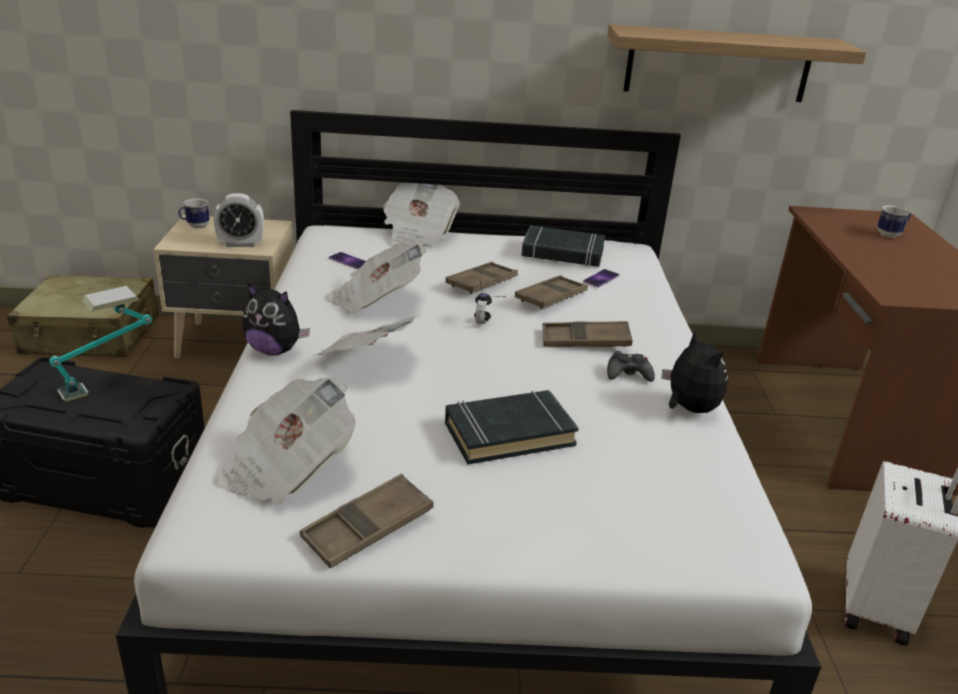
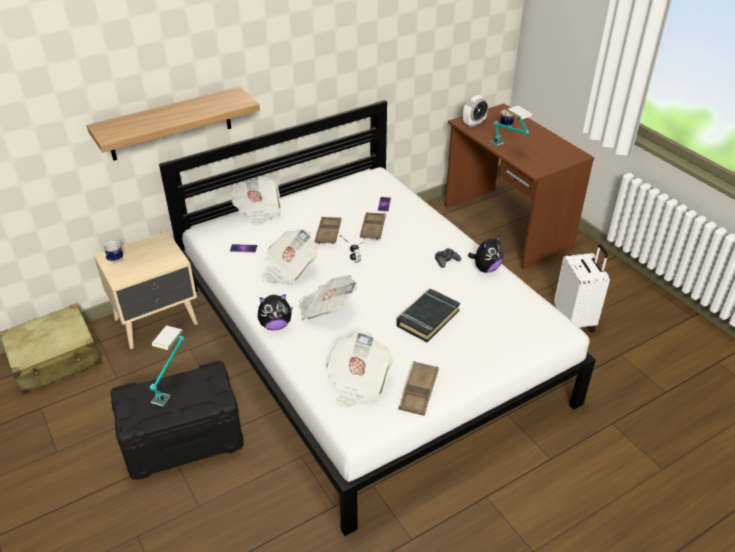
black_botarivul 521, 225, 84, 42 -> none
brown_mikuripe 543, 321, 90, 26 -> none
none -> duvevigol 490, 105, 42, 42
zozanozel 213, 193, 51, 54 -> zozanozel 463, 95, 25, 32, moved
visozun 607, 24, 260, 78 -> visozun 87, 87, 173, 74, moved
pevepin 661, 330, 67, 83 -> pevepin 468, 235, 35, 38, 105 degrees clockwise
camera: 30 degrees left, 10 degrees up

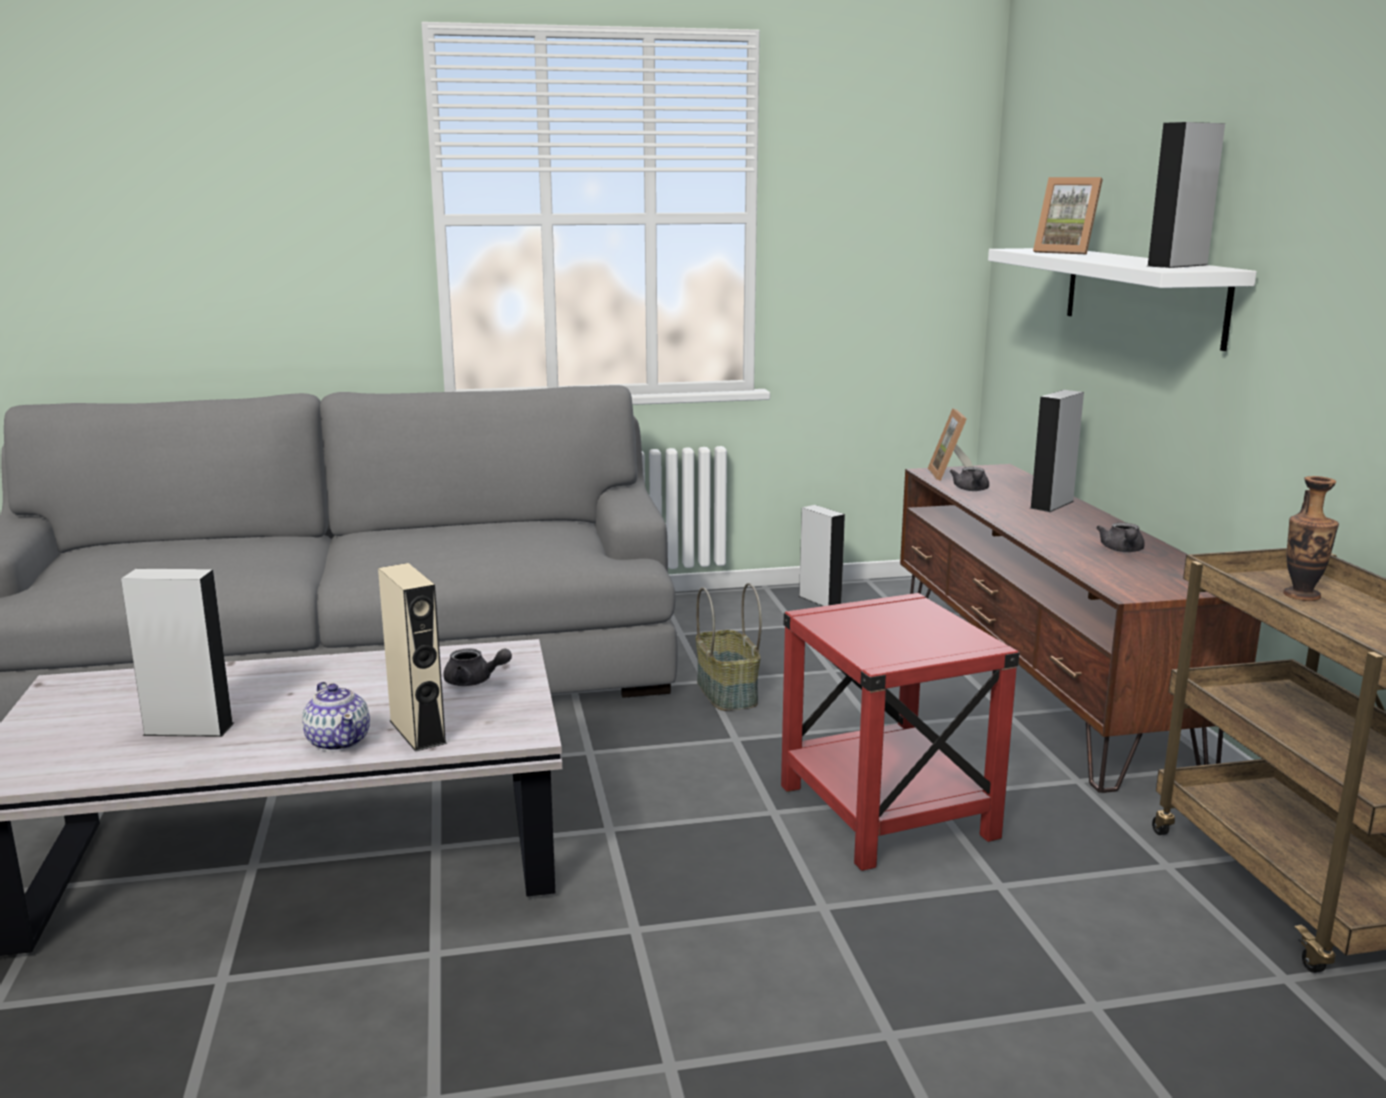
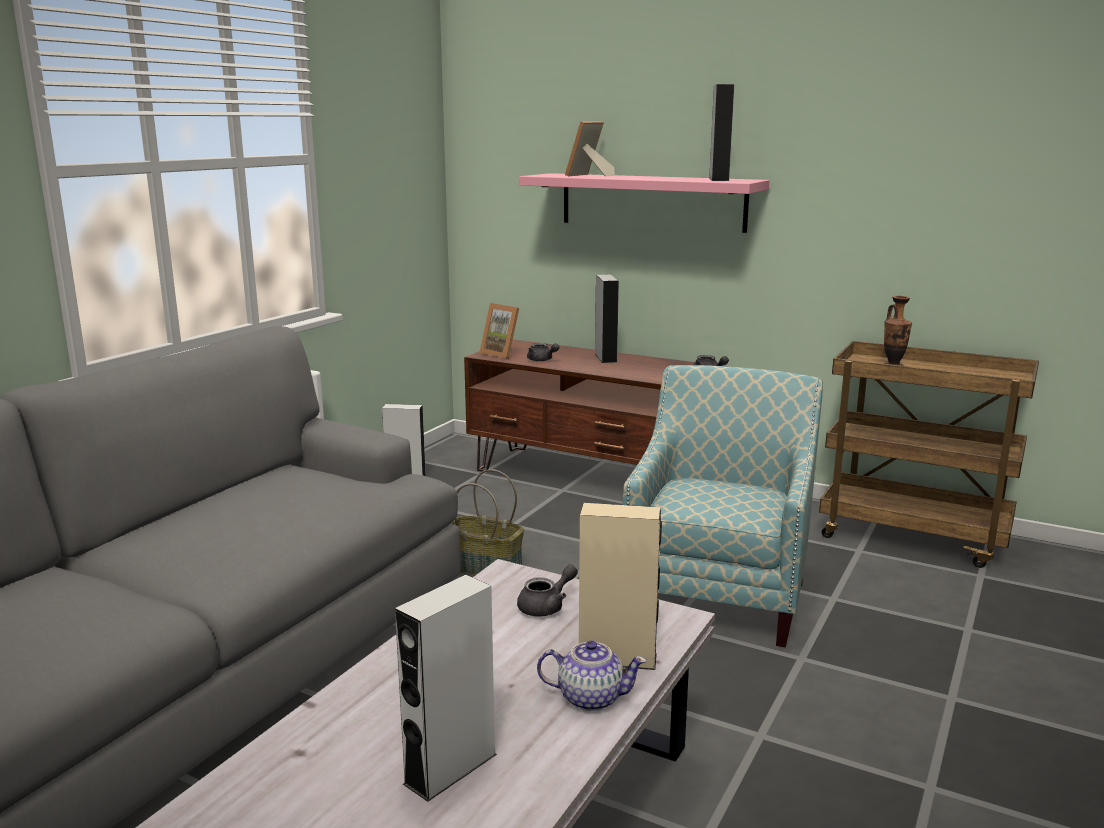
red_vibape 781, 593, 238, 278 -> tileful 623, 365, 200, 282
white_visozun 988, 248, 269, 103 -> pink_visozun 519, 173, 250, 60
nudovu 1033, 177, 70, 78 -> nudovu 565, 121, 50, 55, 135 degrees clockwise
camera: 50 degrees left, 0 degrees up

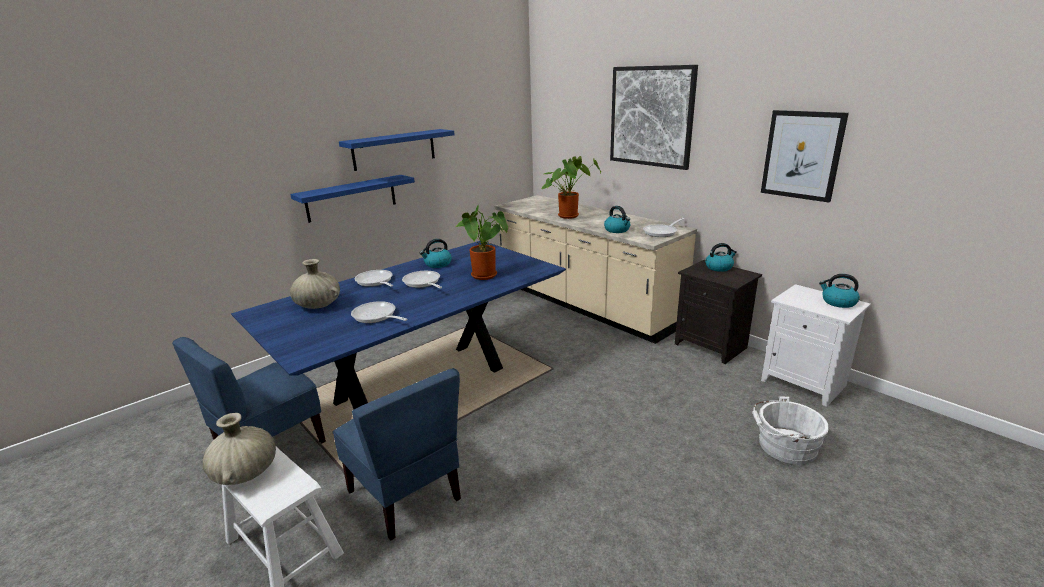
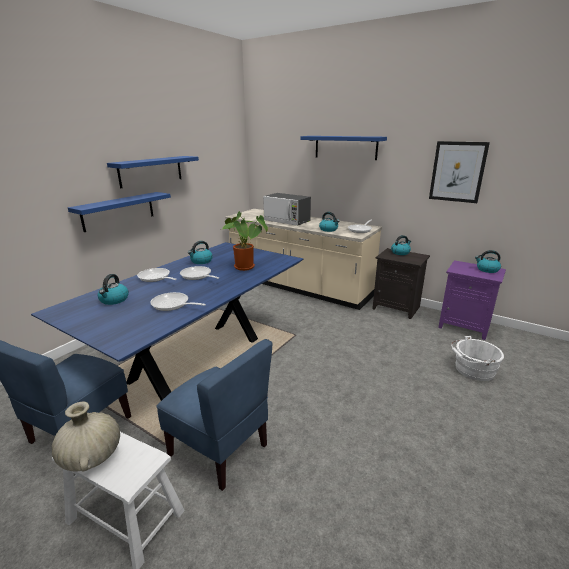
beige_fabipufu 290, 259, 50, 50 -> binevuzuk 98, 274, 31, 31
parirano 542, 156, 59, 63 -> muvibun 263, 193, 48, 33
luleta 610, 65, 88, 105 -> blue_visozun 301, 136, 86, 24
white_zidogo 761, 284, 110, 123 -> purple_zidogo 438, 260, 68, 80
camera: 15 degrees left, 0 degrees up

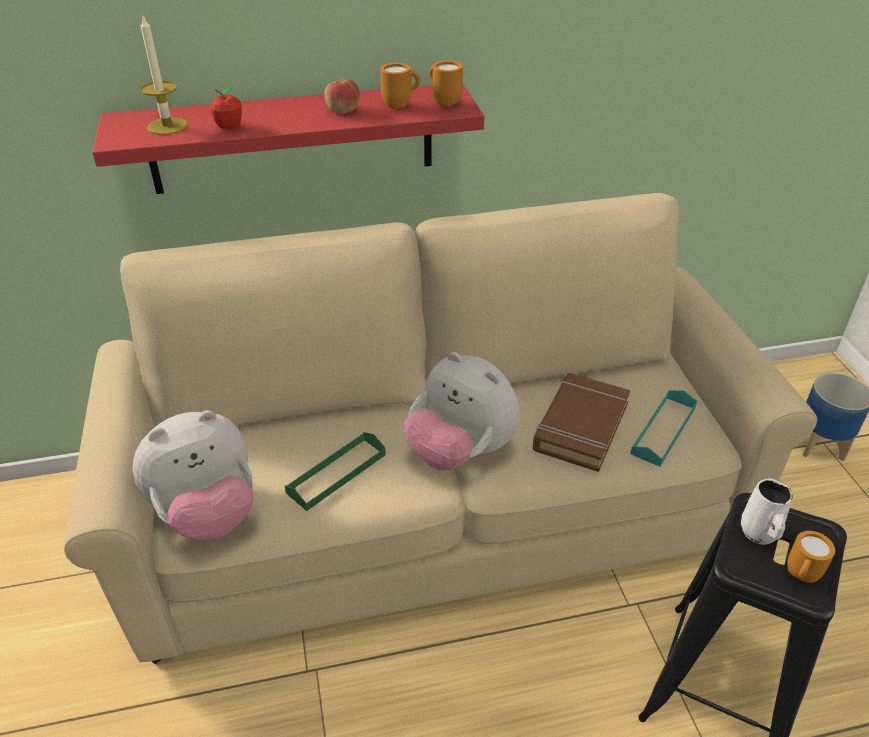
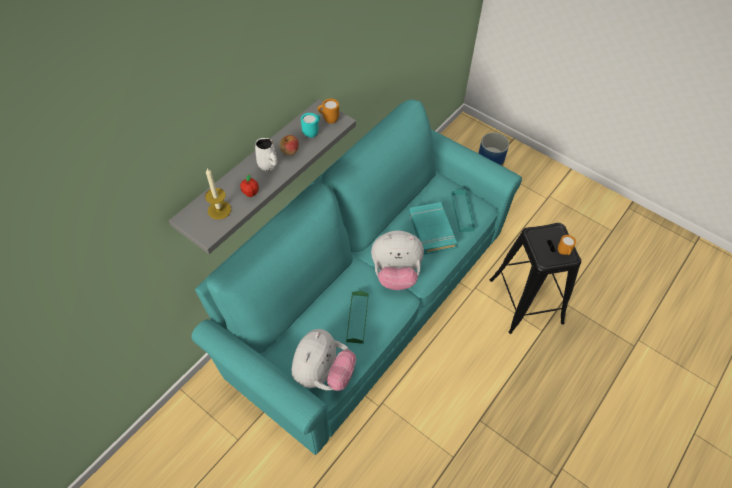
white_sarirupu 741, 479, 52, 66 -> white_sarirupu 255, 138, 22, 33, moved
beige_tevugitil 64, 193, 753, 472 -> turquoise_tevugitil 192, 99, 330, 356
red_visozun 92, 85, 392, 109 -> grey_visozun 169, 99, 187, 155
orange_sarirupu 380, 63, 40, 46 -> turquoise_sarirupu 301, 113, 19, 25
brown_botarivul 533, 373, 97, 99 -> turquoise_botarivul 409, 202, 48, 53
camera: 40 degrees left, 15 degrees up

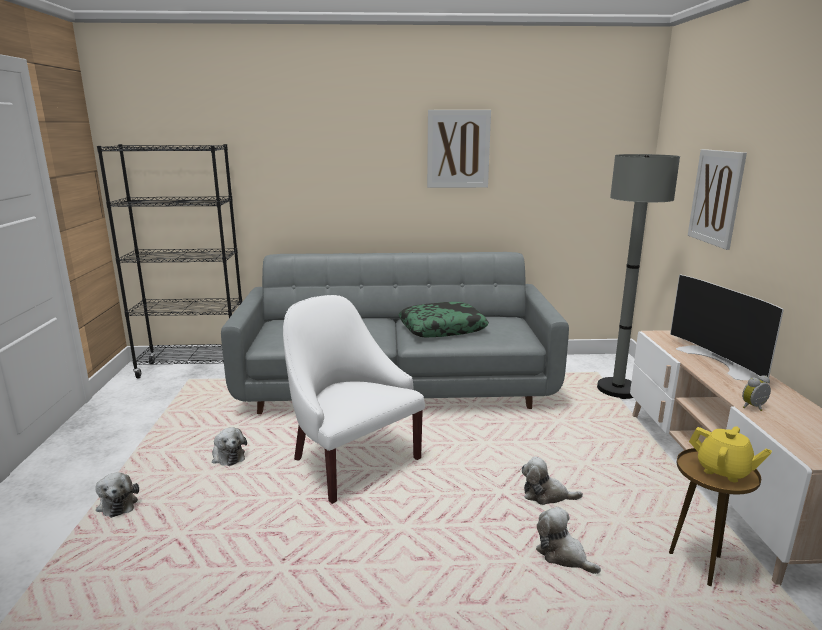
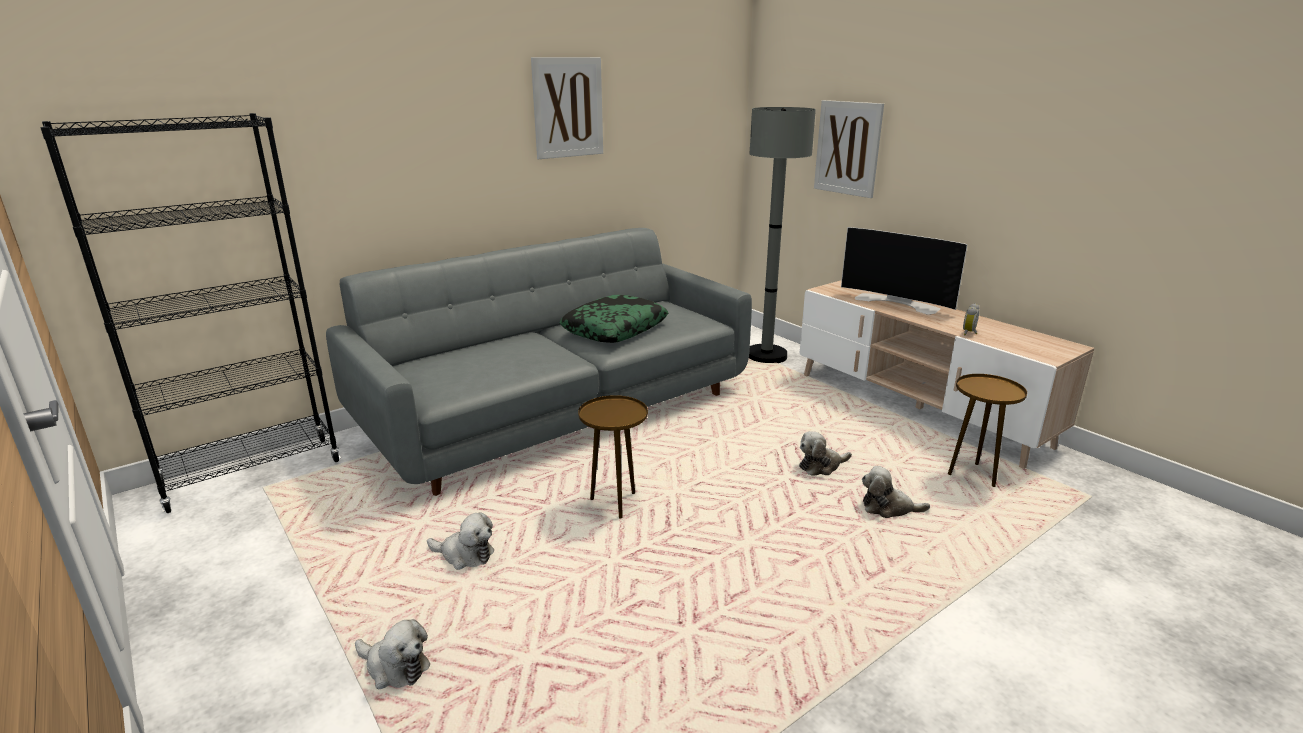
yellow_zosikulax 689, 426, 83, 57 -> none
white_tileful 283, 295, 142, 209 -> brown_vibape 578, 395, 70, 123
camera: 35 degrees left, 5 degrees up

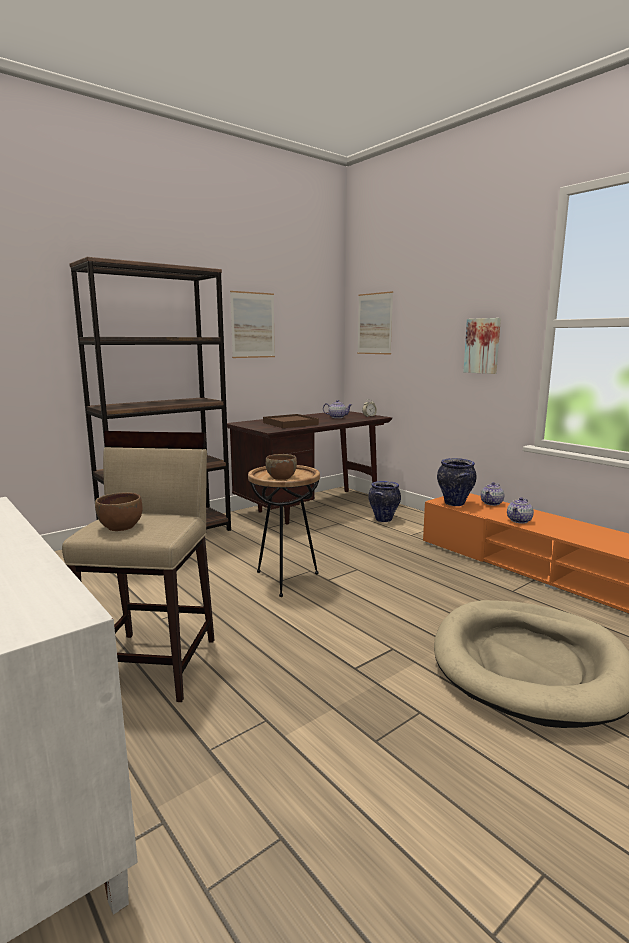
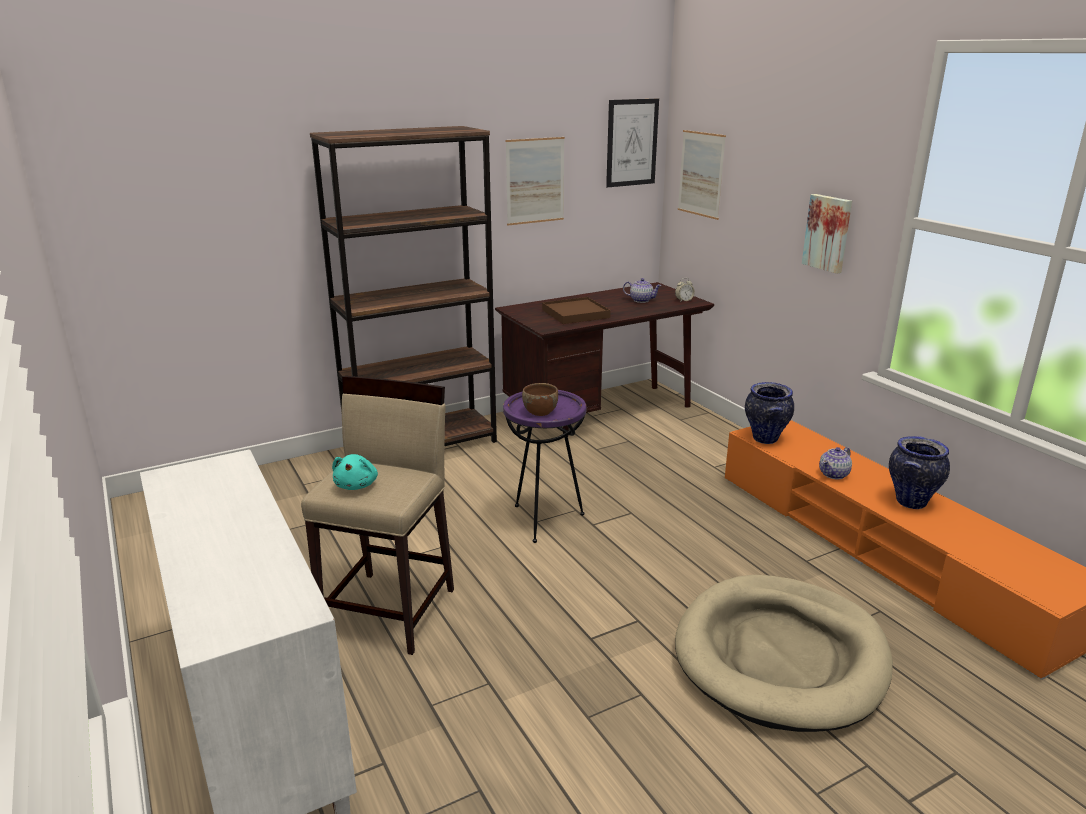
zosikulax 481, 482, 23, 24 -> none
none -> luleta 606, 99, 53, 88
fabipufu 368, 481, 33, 41 -> fabipufu 889, 436, 61, 73, moved
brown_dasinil 95, 492, 48, 39 -> turquoise_pevepin 332, 454, 46, 36
brown_vibape 248, 465, 72, 132 -> purple_vibape 503, 390, 83, 153
camera: 10 degrees right, 10 degrees up

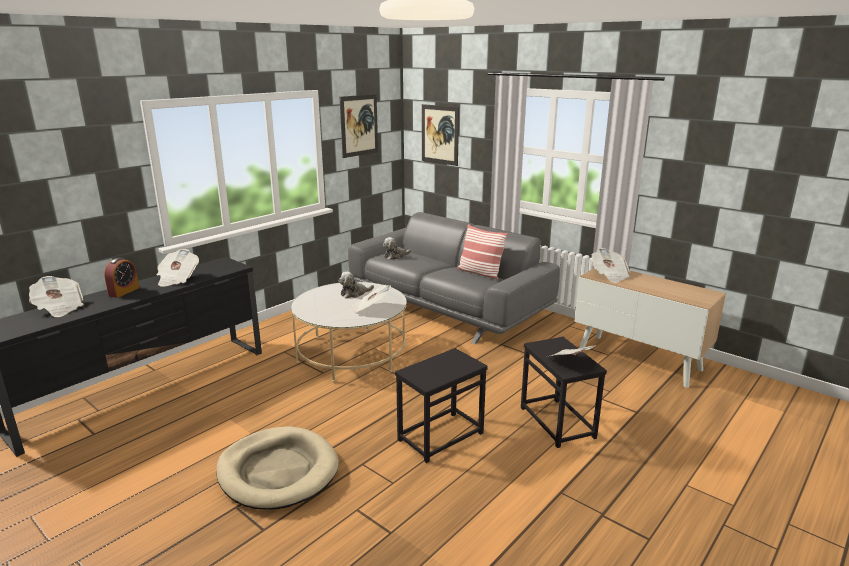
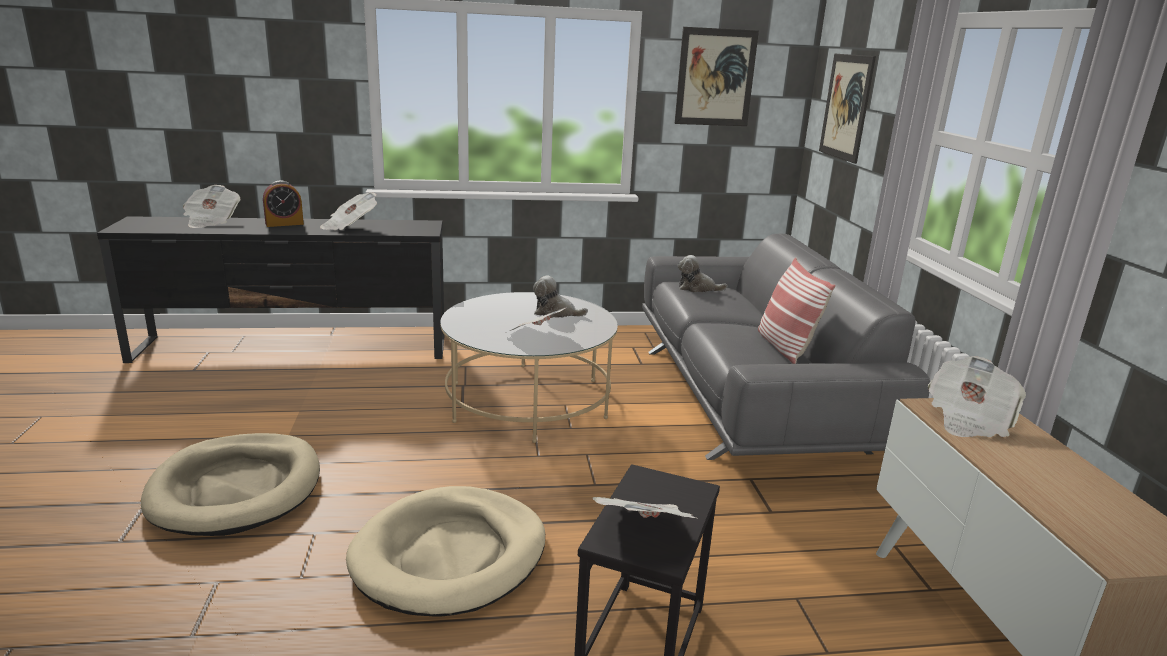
black_vibape 395, 348, 93, 115 -> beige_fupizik 346, 486, 199, 131
camera: 40 degrees right, 0 degrees up

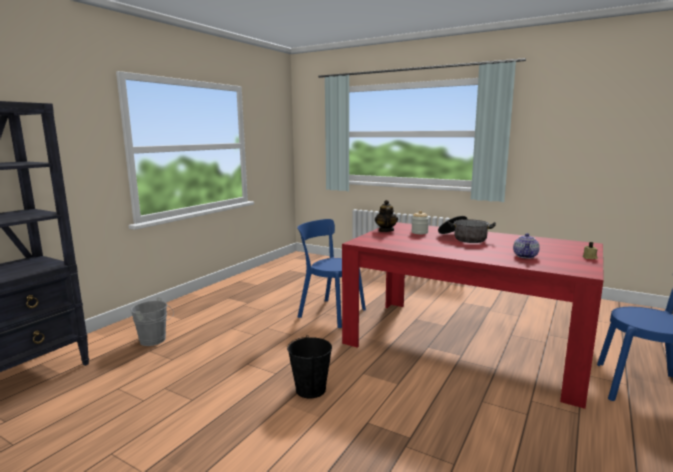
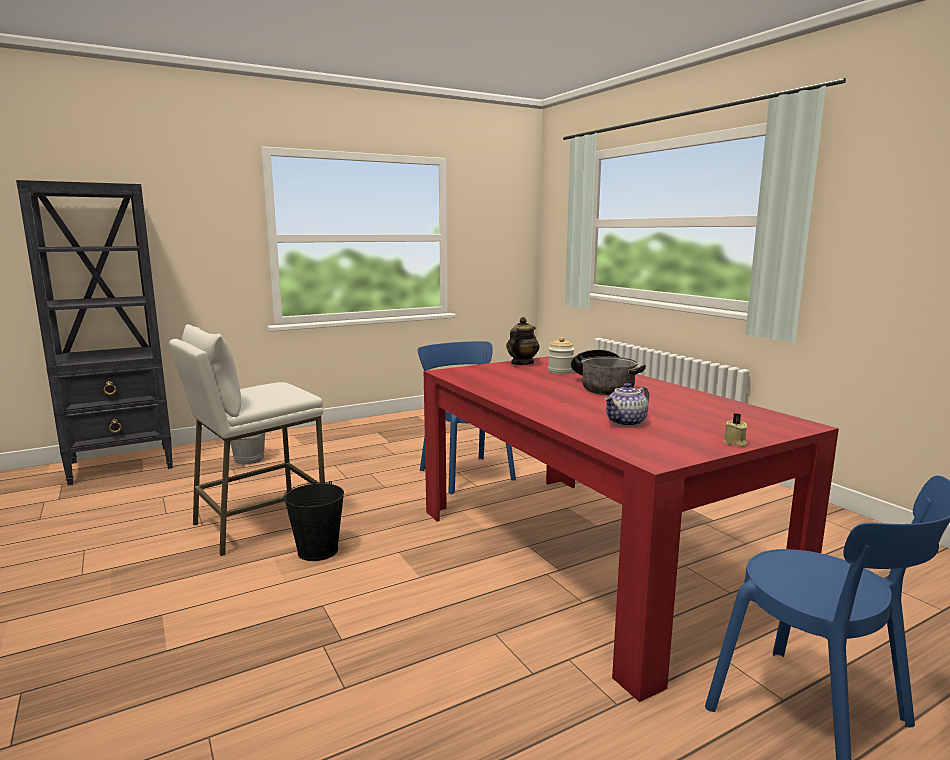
none -> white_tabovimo 169, 324, 156, 232
camera: 30 degrees right, 0 degrees up

